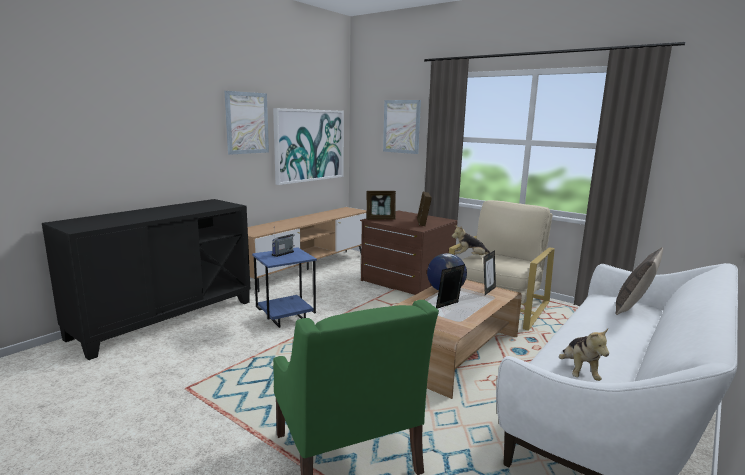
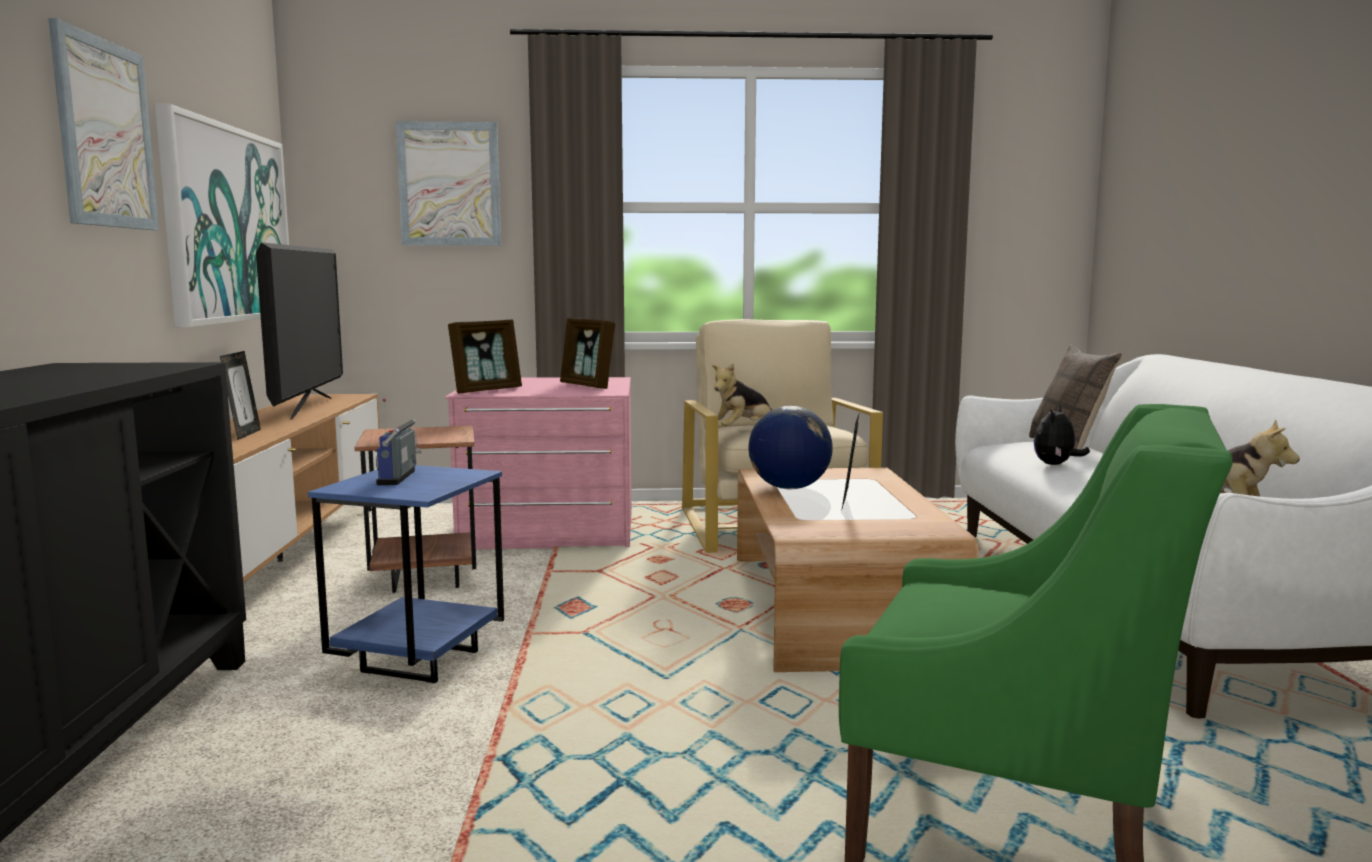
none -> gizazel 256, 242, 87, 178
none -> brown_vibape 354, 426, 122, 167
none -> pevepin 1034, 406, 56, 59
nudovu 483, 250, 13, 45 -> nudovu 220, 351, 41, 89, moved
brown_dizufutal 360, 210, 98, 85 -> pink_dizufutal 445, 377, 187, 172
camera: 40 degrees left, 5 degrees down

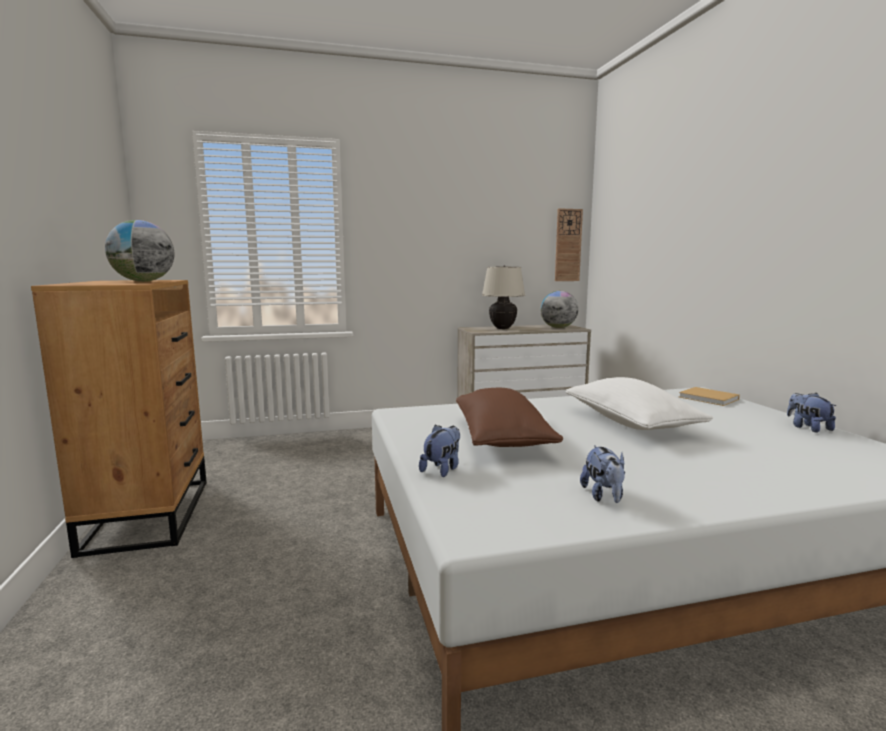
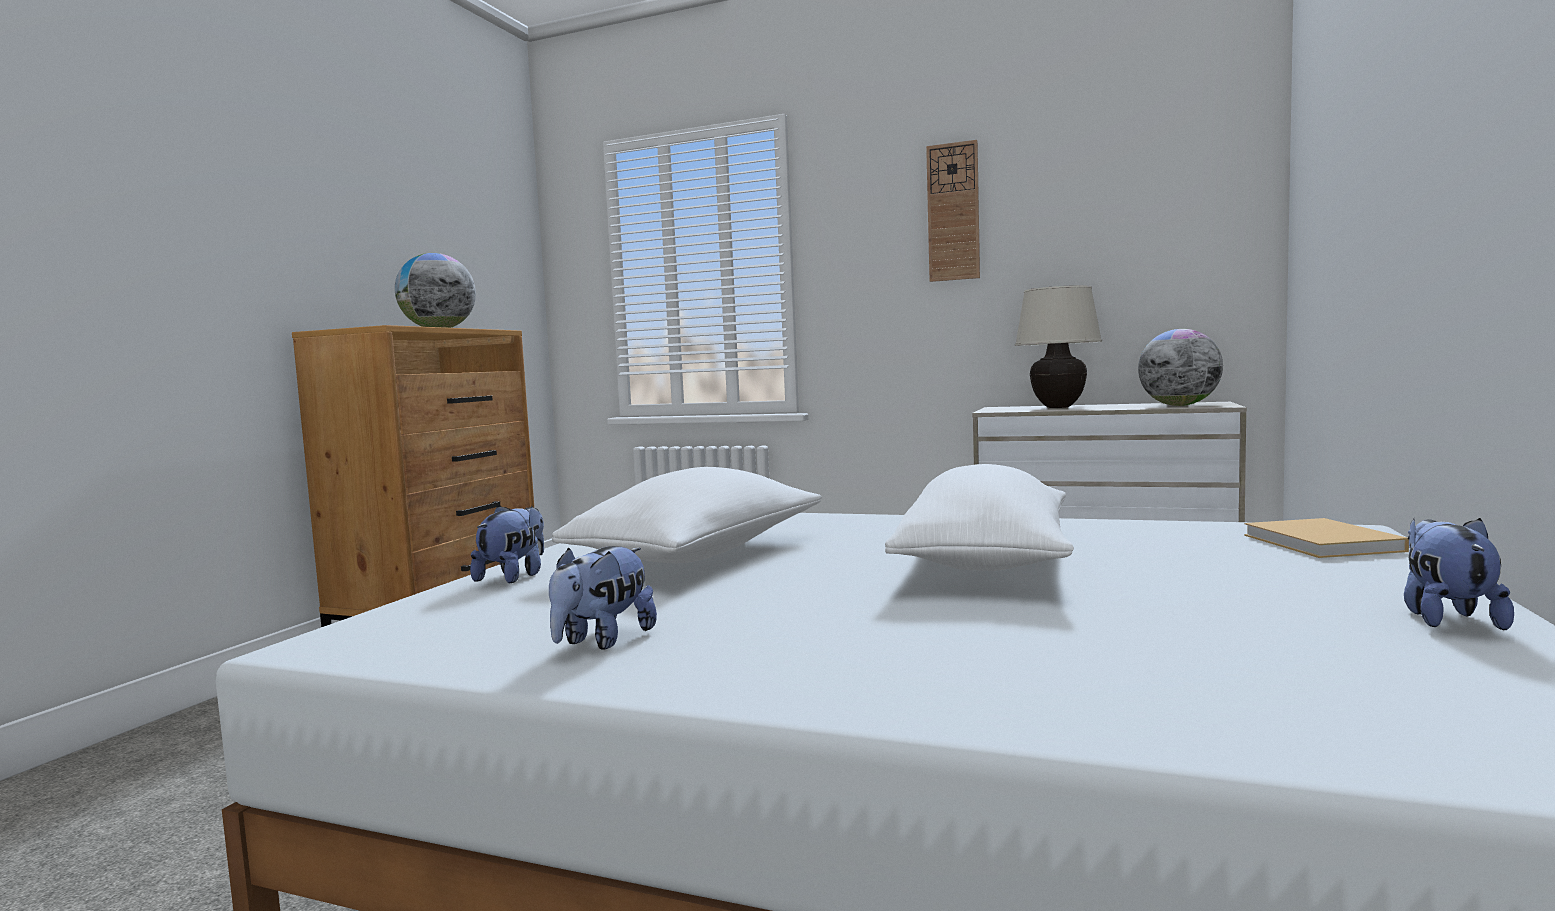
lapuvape 555, 208, 28, 73 -> lapuvape 926, 140, 54, 142, moved
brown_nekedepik 456, 388, 107, 59 -> white_nekedepik 552, 467, 270, 96
pevepin 419, 425, 41, 52 -> pevepin 470, 505, 74, 78, 45 degrees counterclockwise
camera: 35 degrees right, 5 degrees down

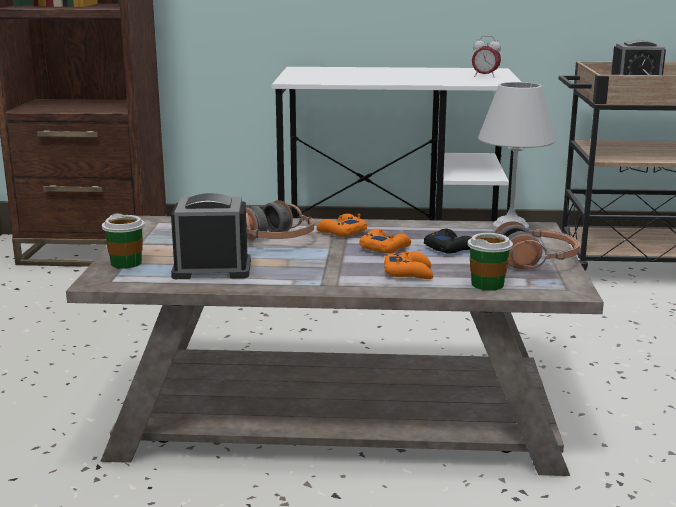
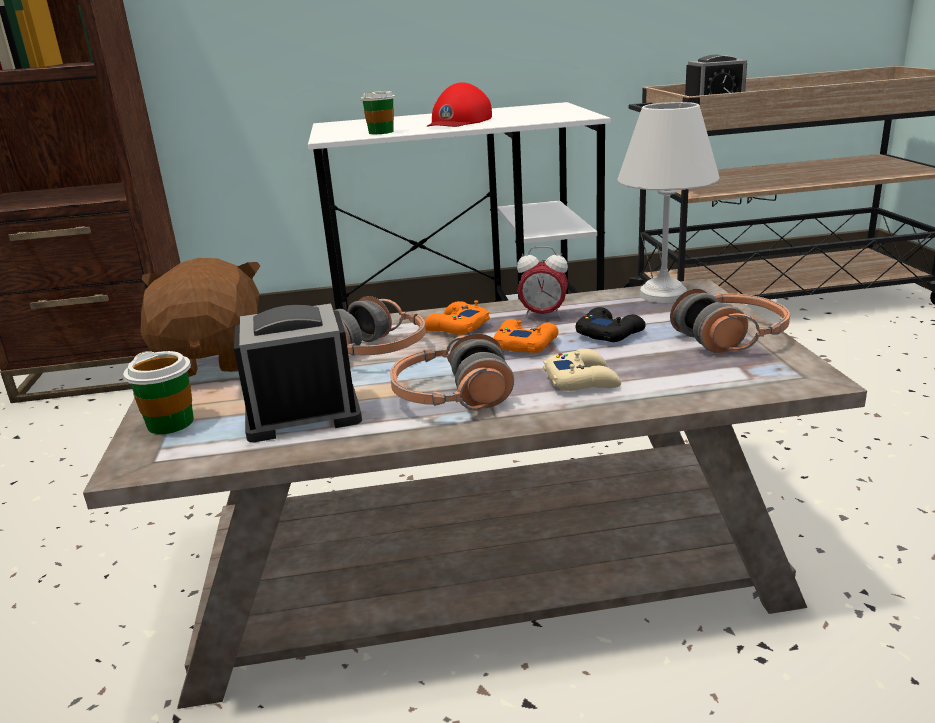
none -> brown_pevepin 141, 258, 119, 119
none -> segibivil 390, 334, 124, 77
none -> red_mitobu 427, 82, 65, 45
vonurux 468, 233, 45, 58 -> vonurux 360, 91, 35, 43, moved
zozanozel 472, 36, 29, 42 -> zozanozel 517, 246, 51, 73, moved
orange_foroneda 384, 251, 49, 28 -> beige_foroneda 543, 349, 78, 42
camera: 10 degrees left, 5 degrees up

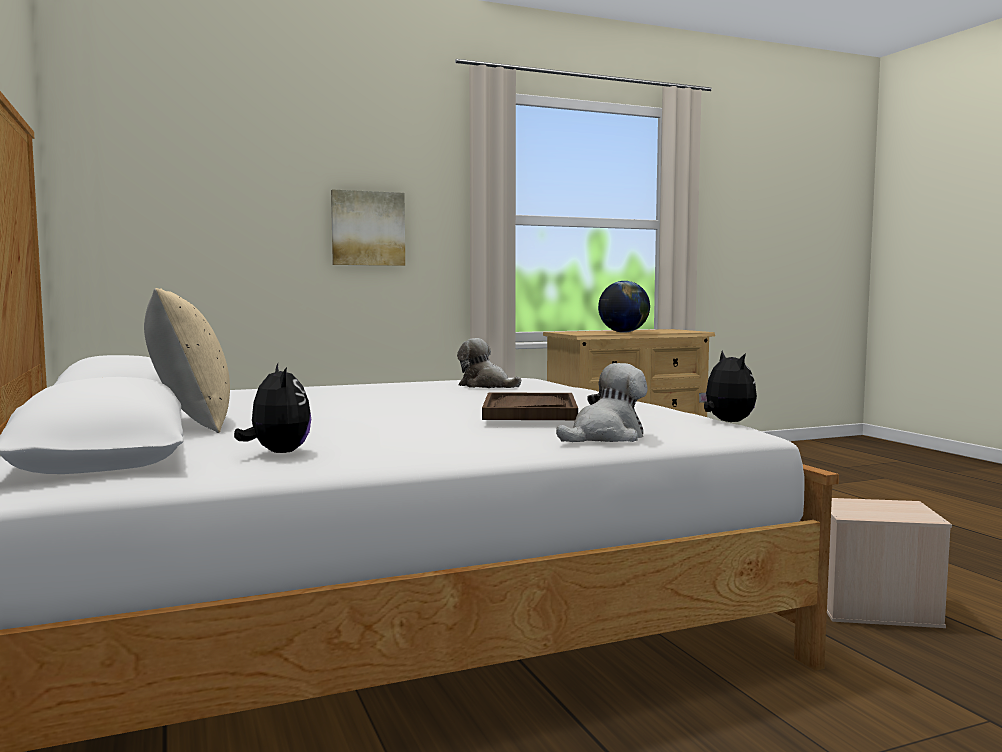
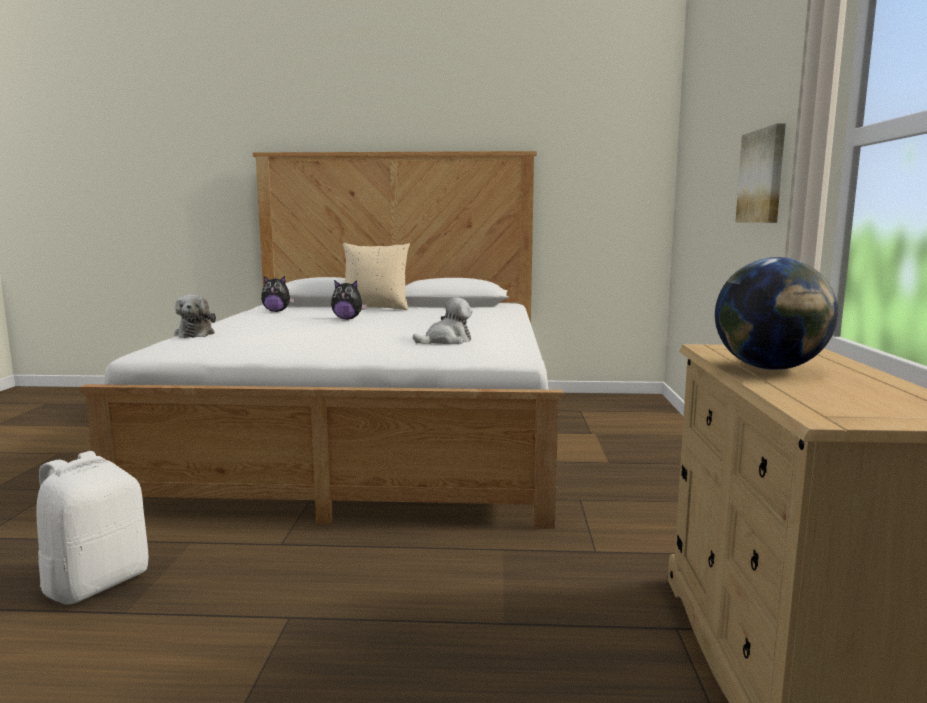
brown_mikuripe 482, 392, 96, 28 -> none
pevepin 699, 350, 58, 72 -> pevepin 331, 280, 36, 40, moved
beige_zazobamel 827, 498, 125, 130 -> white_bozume 36, 451, 112, 154
camera: 115 degrees right, 5 degrees up

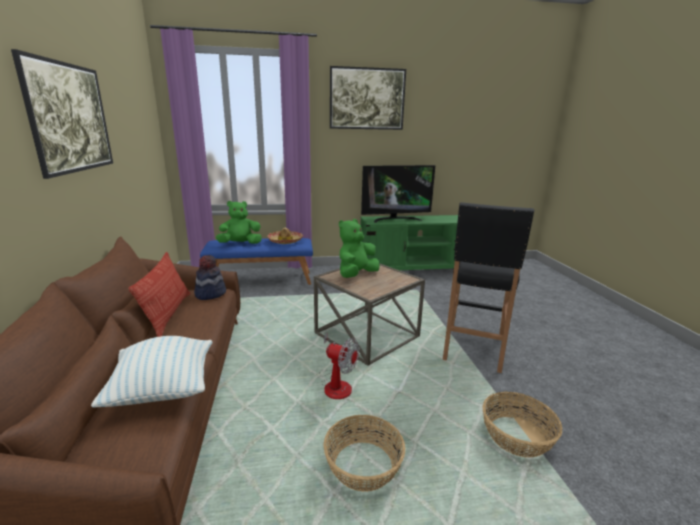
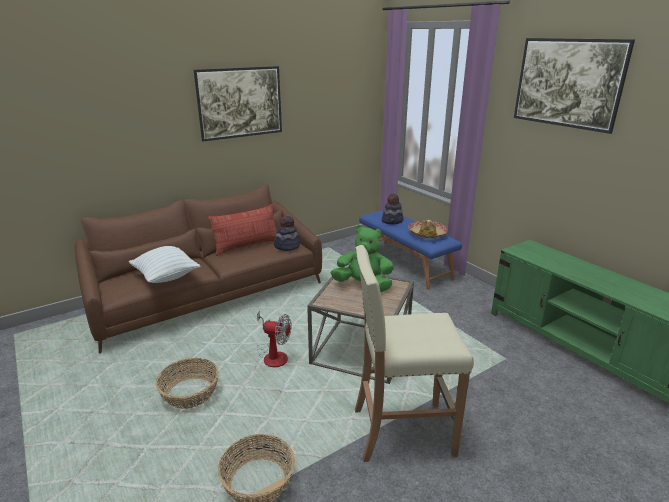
gizazel 361, 165, 74, 58 -> none
green_pevepin 216, 201, 46, 43 -> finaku 382, 193, 21, 31
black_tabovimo 443, 202, 91, 171 -> beige_tabovimo 355, 245, 119, 217
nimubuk 319, 333, 40, 66 -> nimubuk 257, 311, 35, 56, 75 degrees counterclockwise
camera: 65 degrees right, 5 degrees up

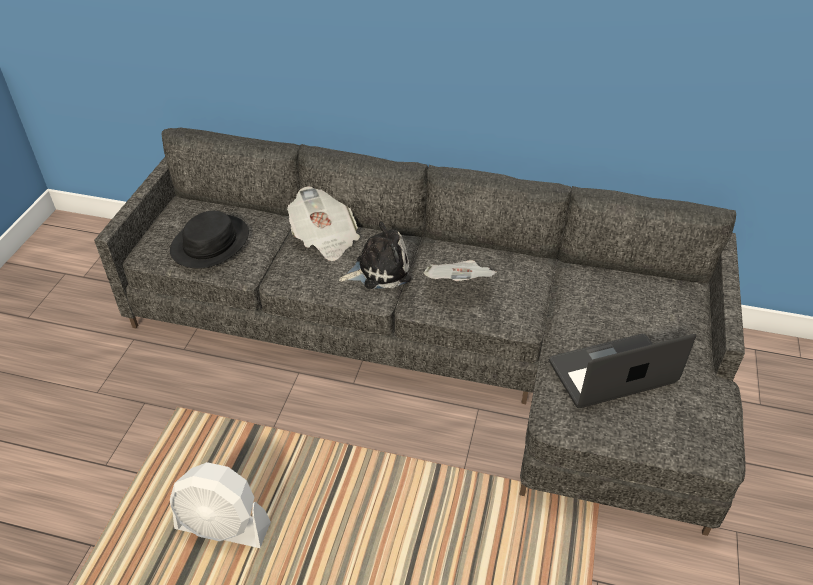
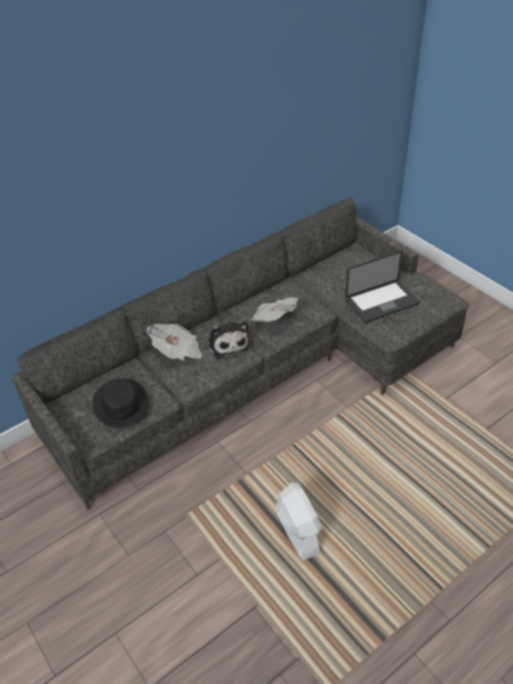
white_nimubuk 170, 462, 101, 86 -> white_nimubuk 276, 483, 46, 78, 75 degrees counterclockwise
pevepin 339, 221, 72, 68 -> pevepin 207, 321, 43, 38, 135 degrees clockwise
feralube 549, 334, 147, 74 -> feralube 345, 251, 74, 72, 135 degrees counterclockwise
camera: 50 degrees left, 0 degrees up

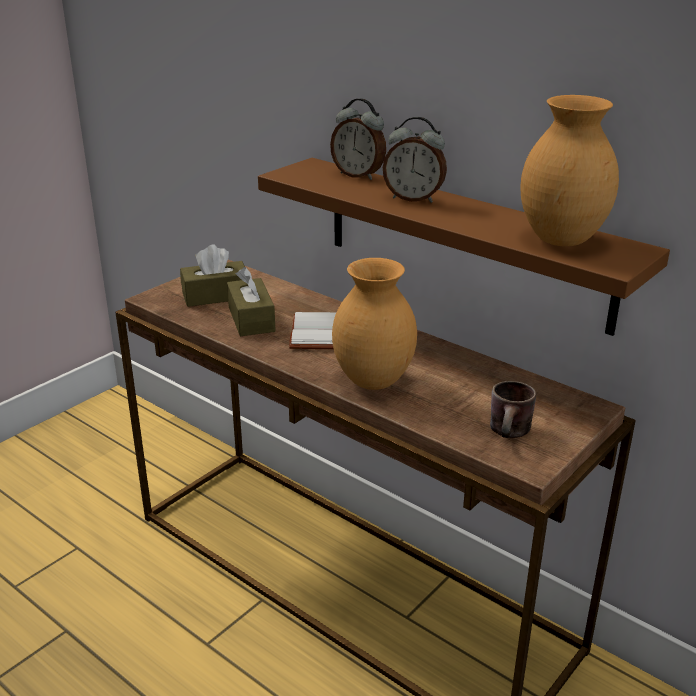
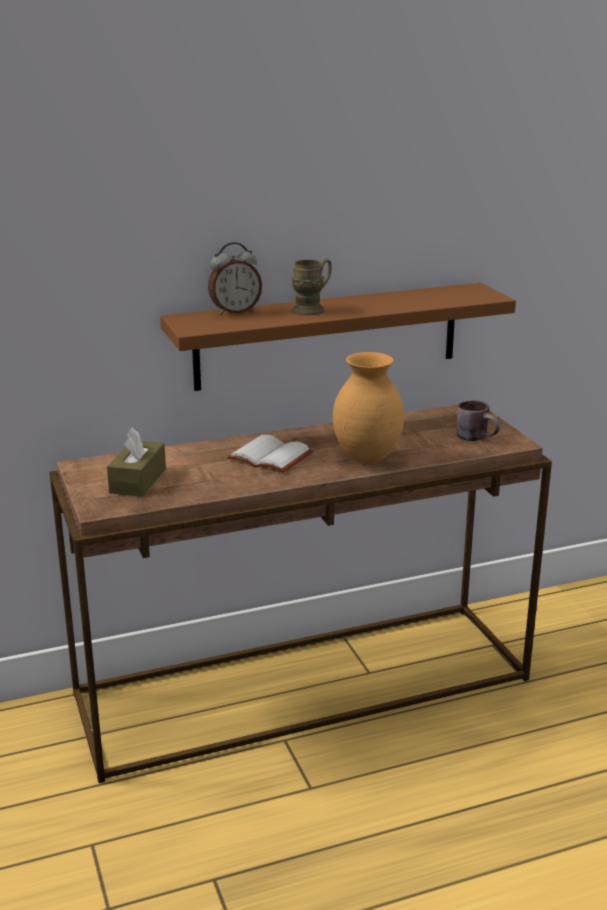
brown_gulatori 227, 267, 49, 69 -> none
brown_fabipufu 520, 95, 99, 152 -> none
zozanozel 383, 117, 64, 86 -> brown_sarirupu 291, 259, 41, 57
camera: 60 degrees left, 5 degrees down

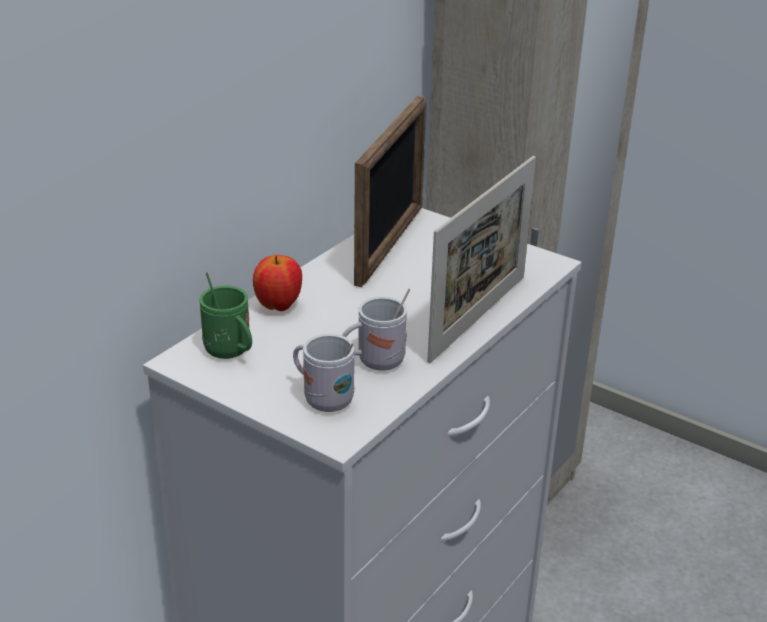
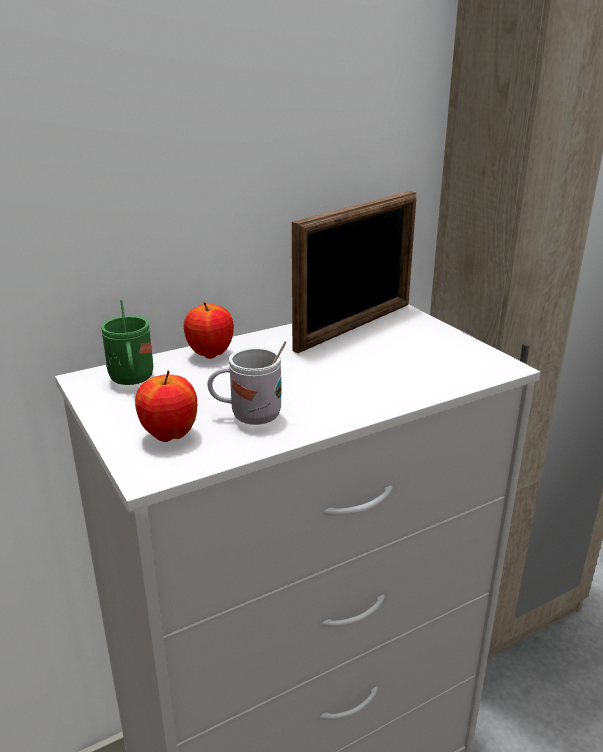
nudovu 427, 156, 109, 207 -> none
white_sarirupu 293, 334, 62, 78 -> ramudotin 135, 371, 62, 71
camera: 25 degrees right, 5 degrees down

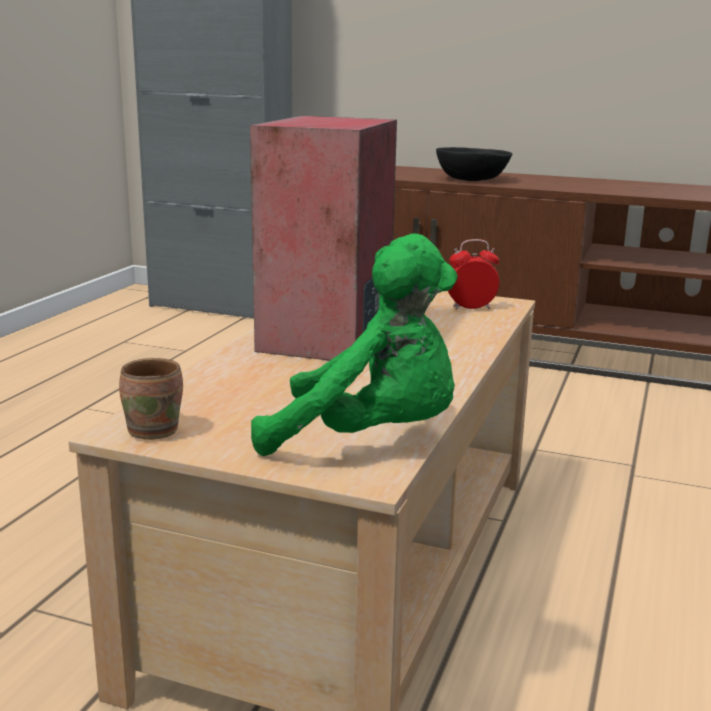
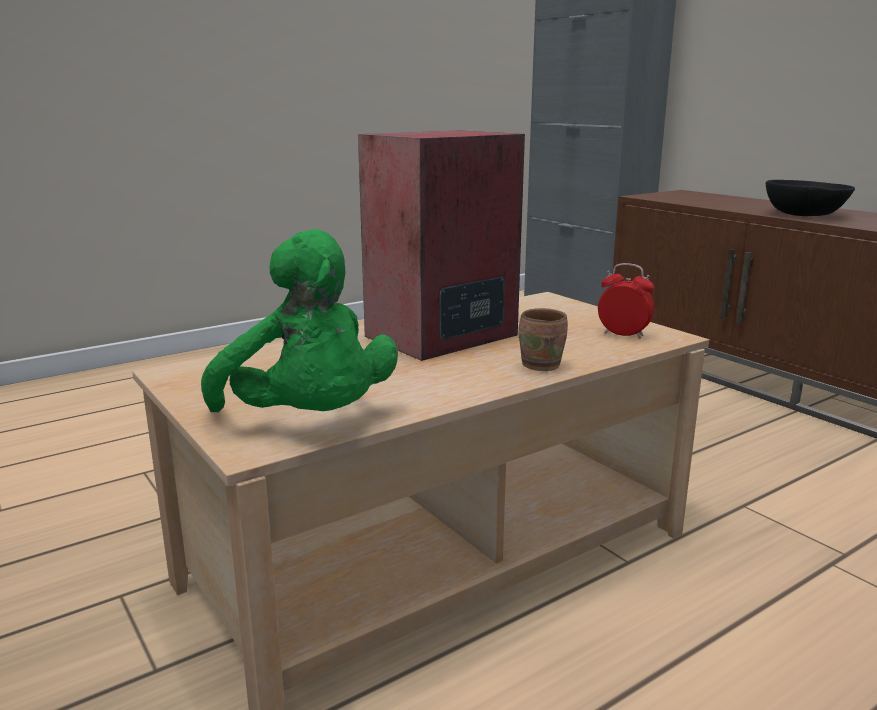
brown_sarirupu 119, 358, 64, 82 -> brown_sarirupu 518, 308, 50, 63, moved
camera: 35 degrees right, 0 degrees up

